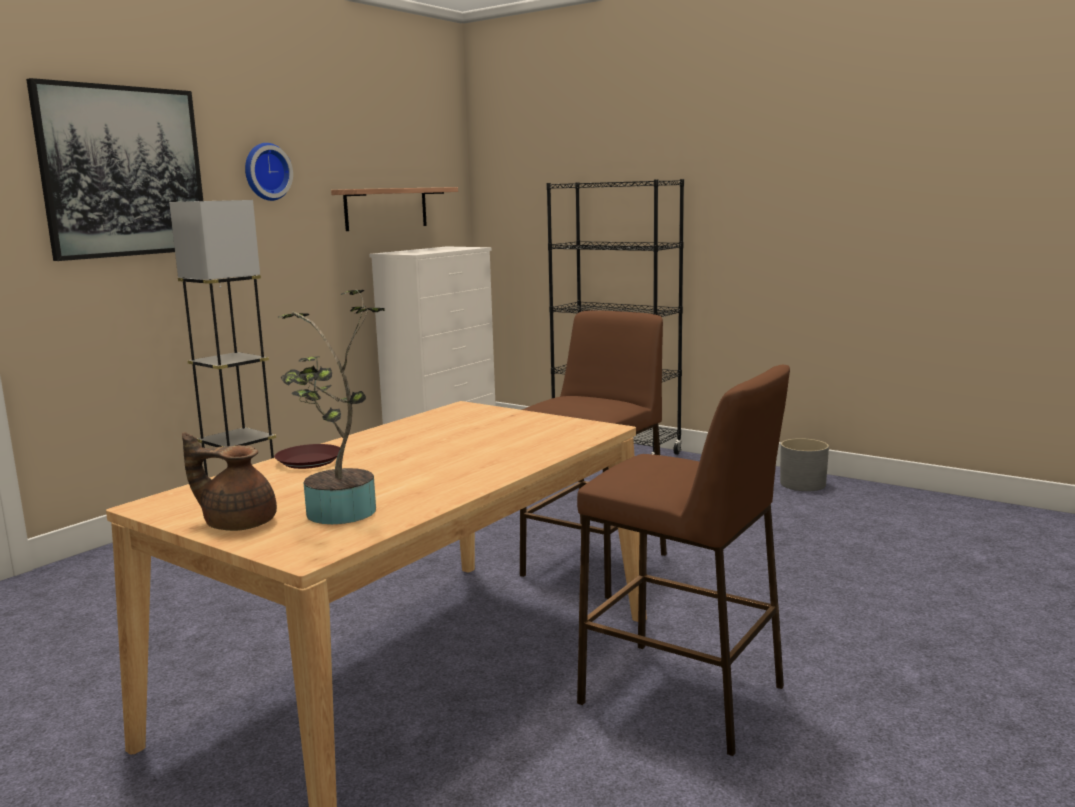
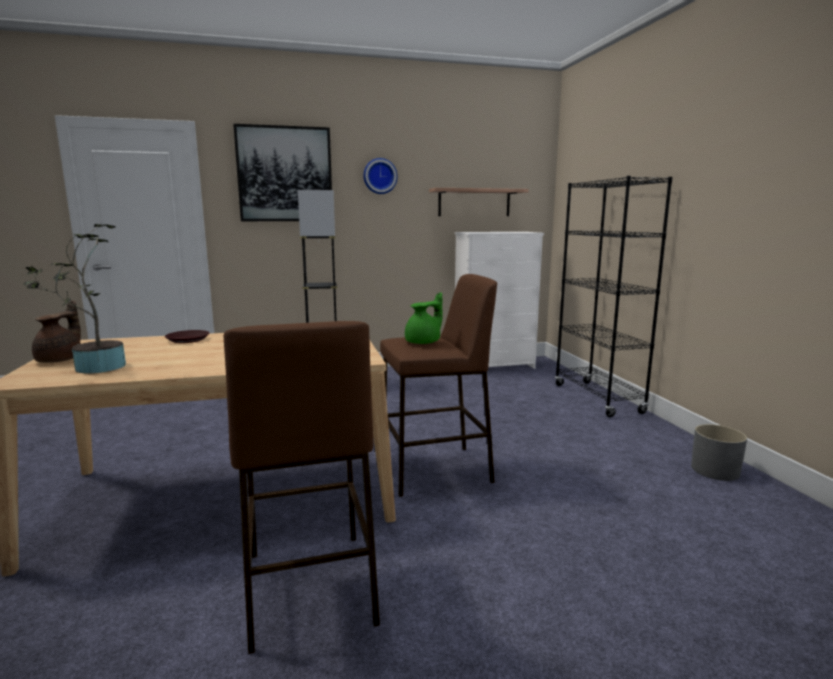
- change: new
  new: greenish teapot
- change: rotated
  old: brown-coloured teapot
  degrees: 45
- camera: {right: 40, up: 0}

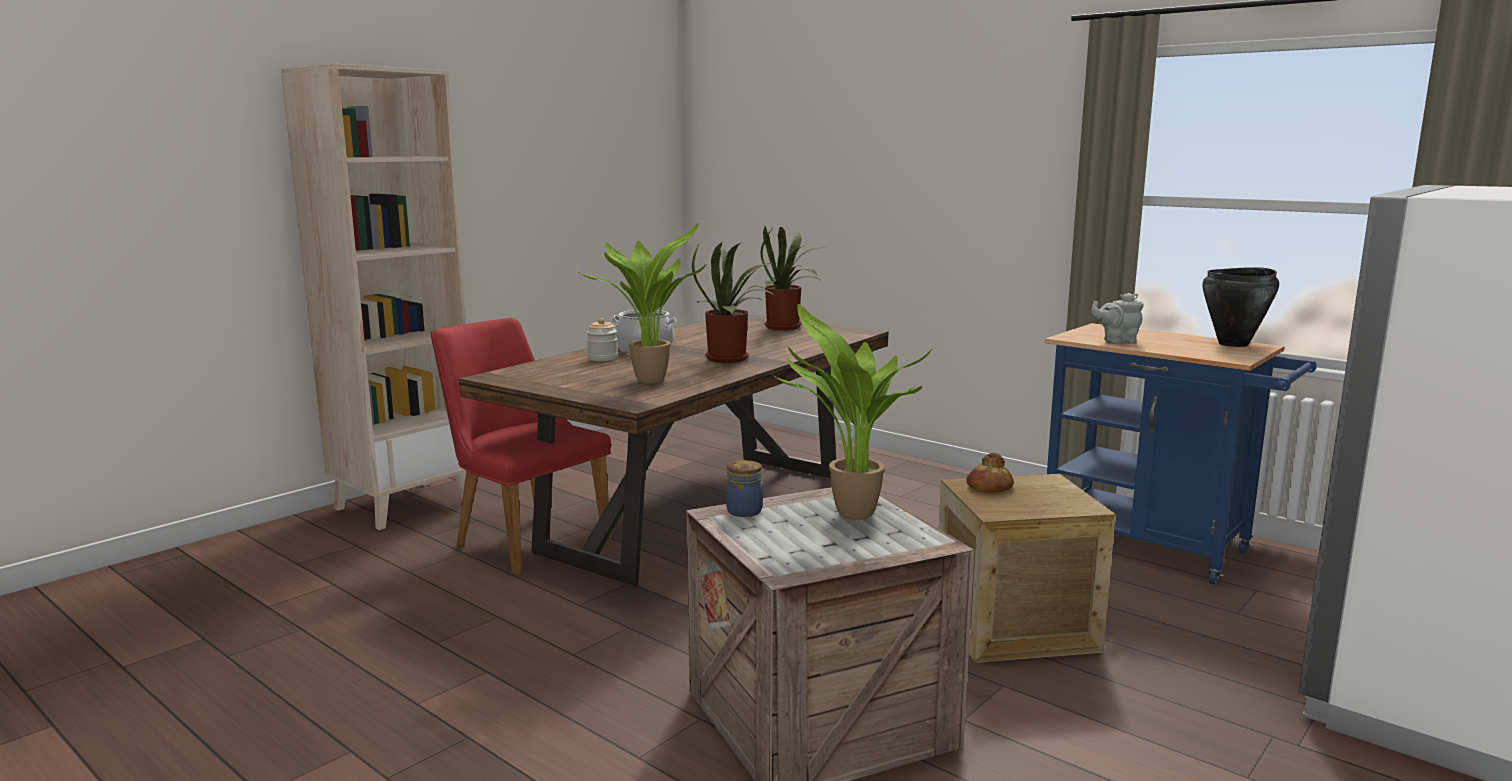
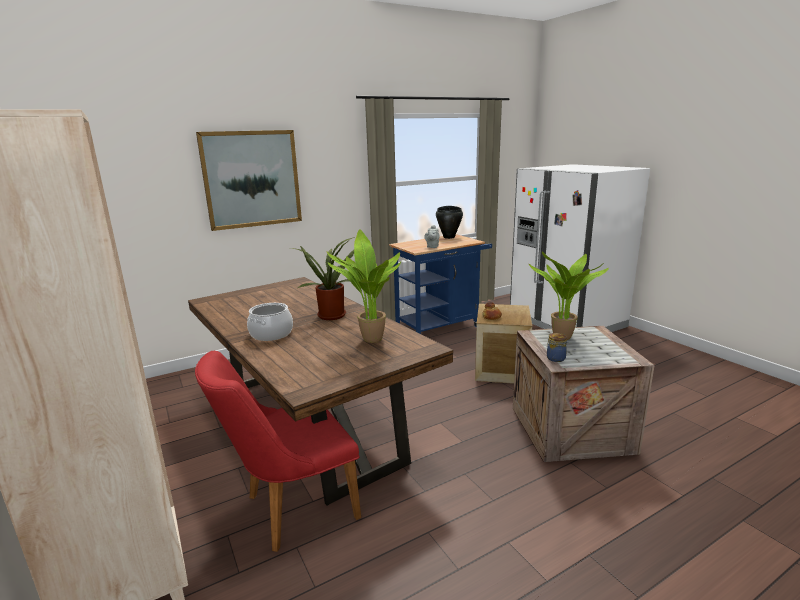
- change: gone
  old: storage jar (no. 1 from left)
- change: gone
  old: plant in a pot (no. 3 from left)
- change: new
  new: picture
- camera: {right: -70, up: 5}

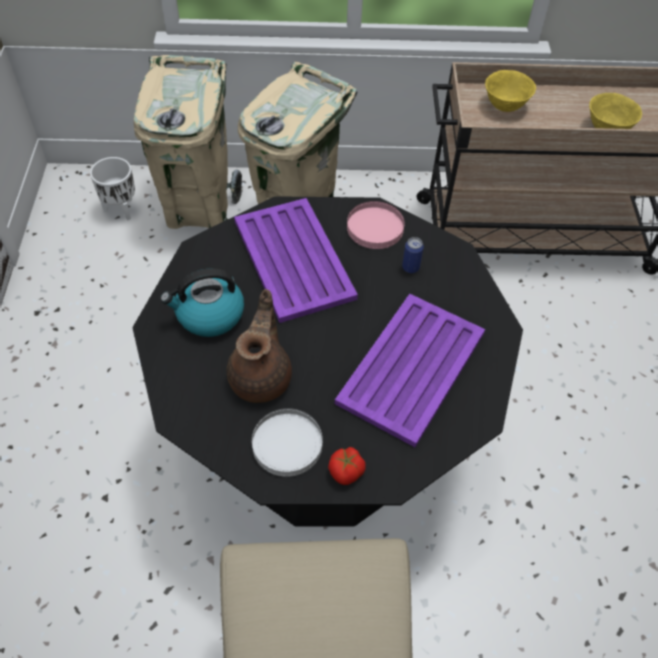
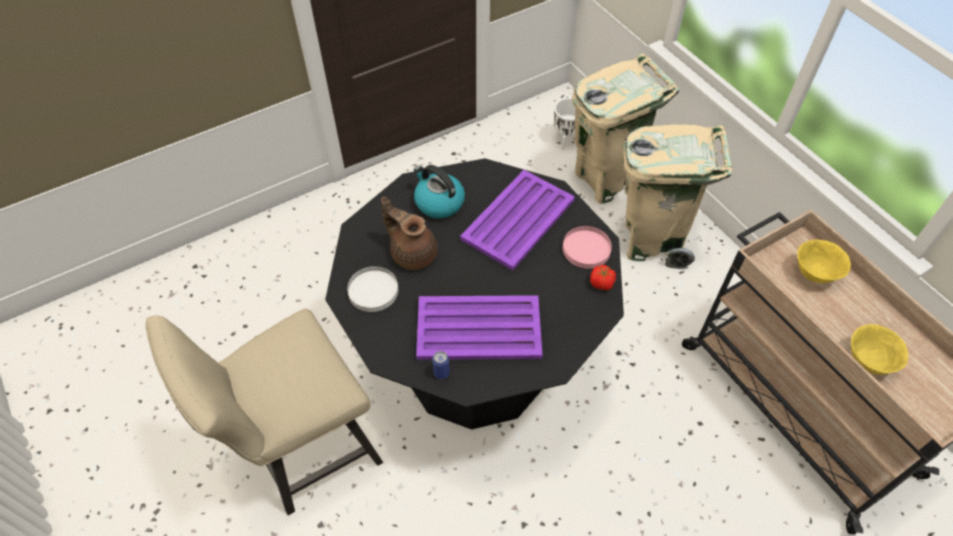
- change: shifted
  old: tomato
- change: shifted
  old: can
- change: rotated
  old: brown-coloured teapot
  degrees: -120
- camera: {right: 60, up: 0}

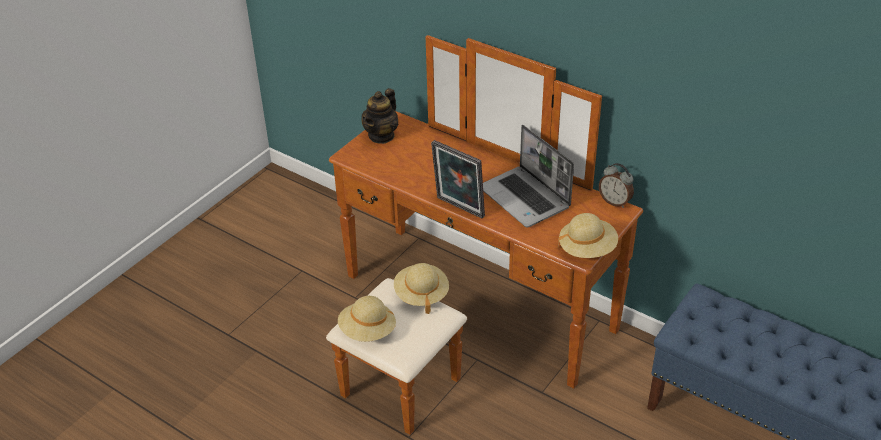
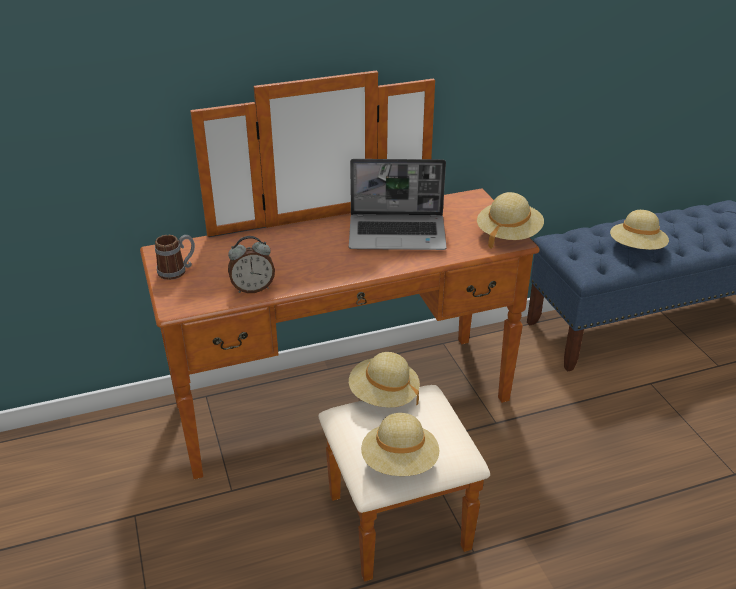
- change: gone
  old: picture frame
- change: new
  new: beige clothing hat (no. 4 from left)
- change: shifted
  old: table clock
- change: swapped
  old: teapot
  new: tea mug
- camera: {right: -55, up: -5}

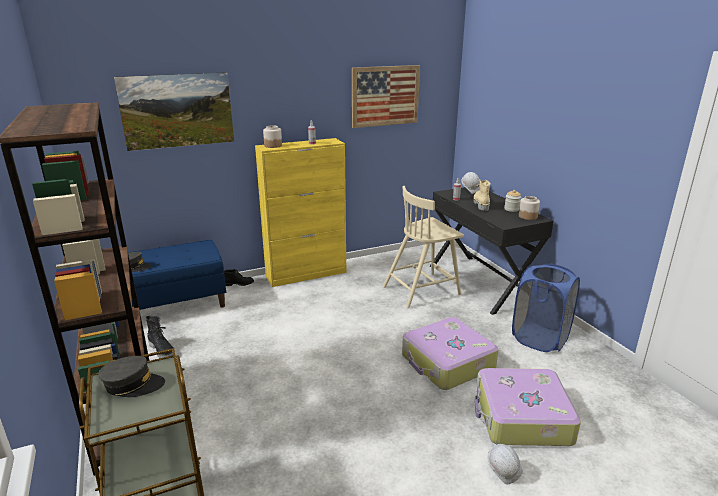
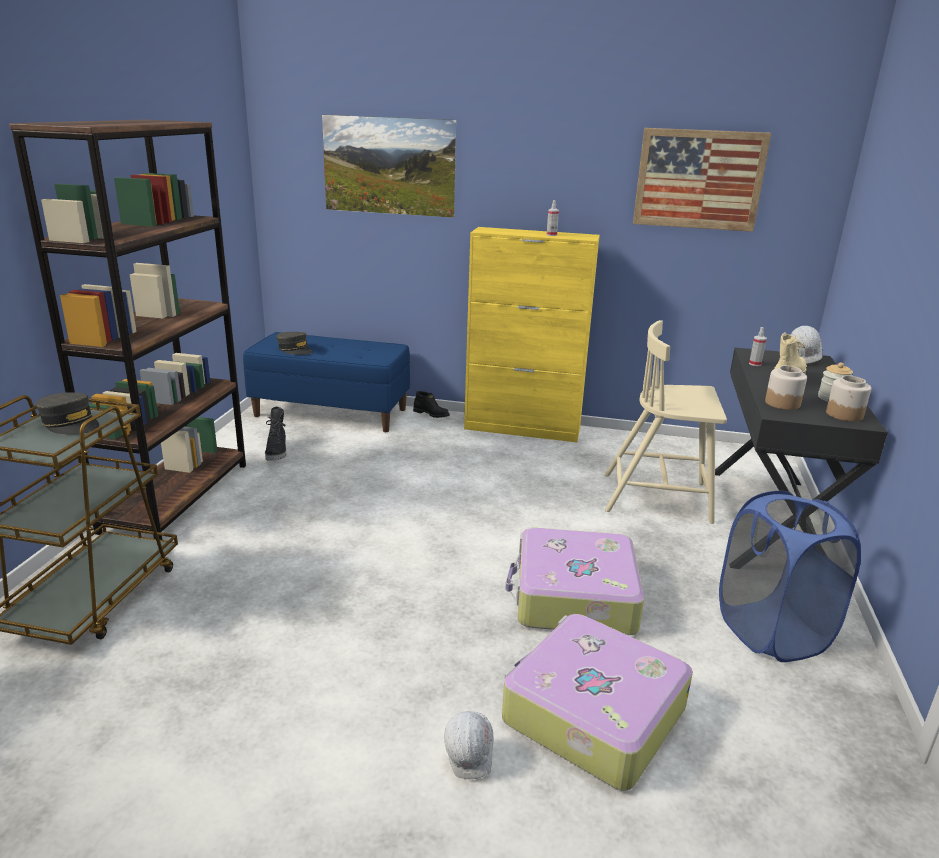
- change: shifted
  old: storage jar (no. 1 from left)
- camera: {right: 35, up: 0}

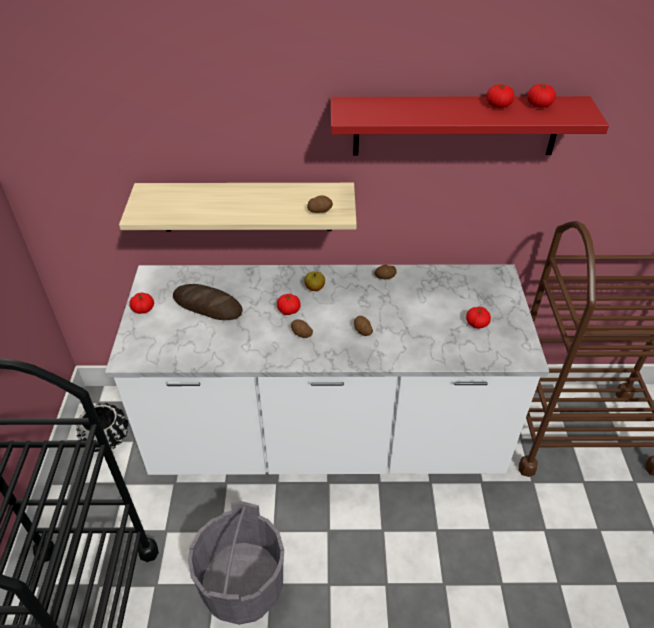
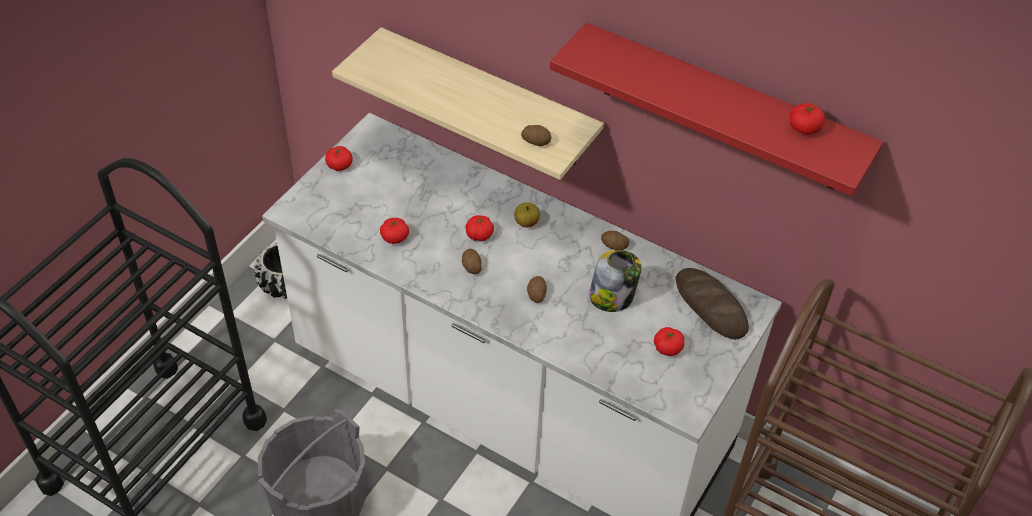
- change: new
  new: storage jar
- change: shifted
  old: bread
- change: shifted
  old: tomato (no. 4 from left in the first image)
  new: tomato (no. 2 from left)
- camera: {right: 30, up: 5}

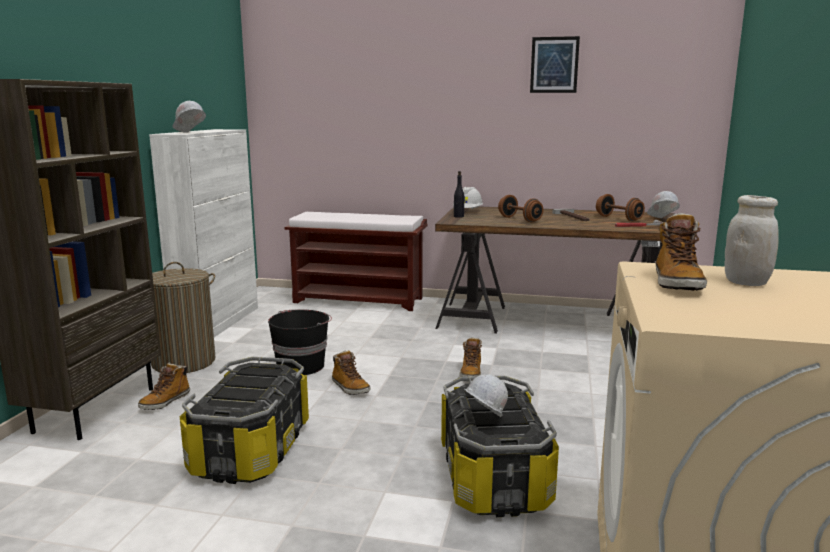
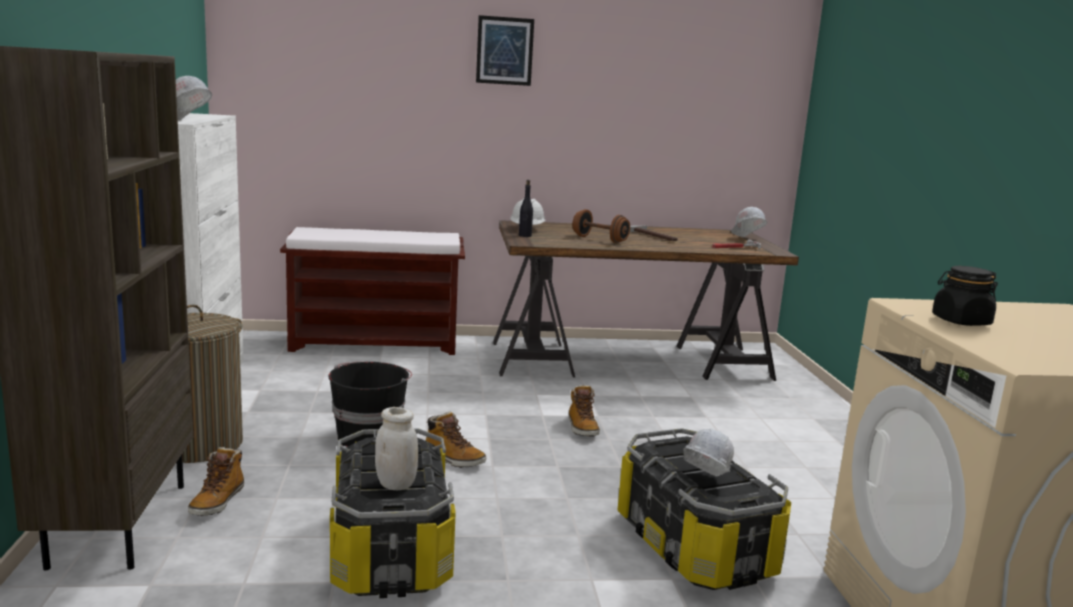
- change: gone
  old: brown-coloured hand weight (no. 2 from left)
- change: shifted
  old: picture
- change: shifted
  old: white-coloured storage jar
- change: swapped
  old: high-top boot (no. 4 from left)
  new: black storage jar
- camera: {right: -20, up: 0}

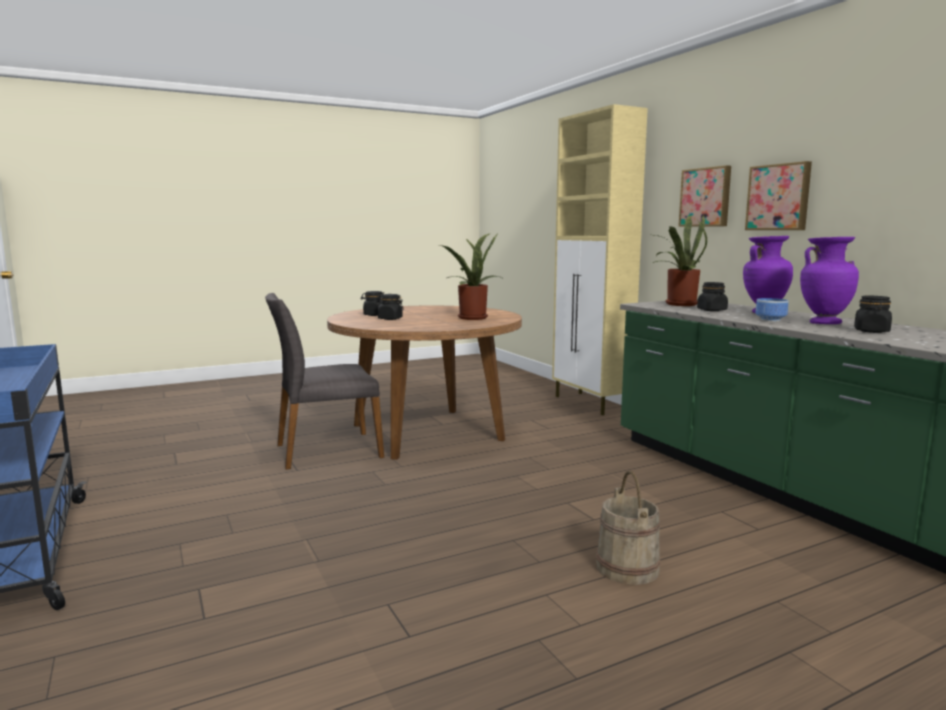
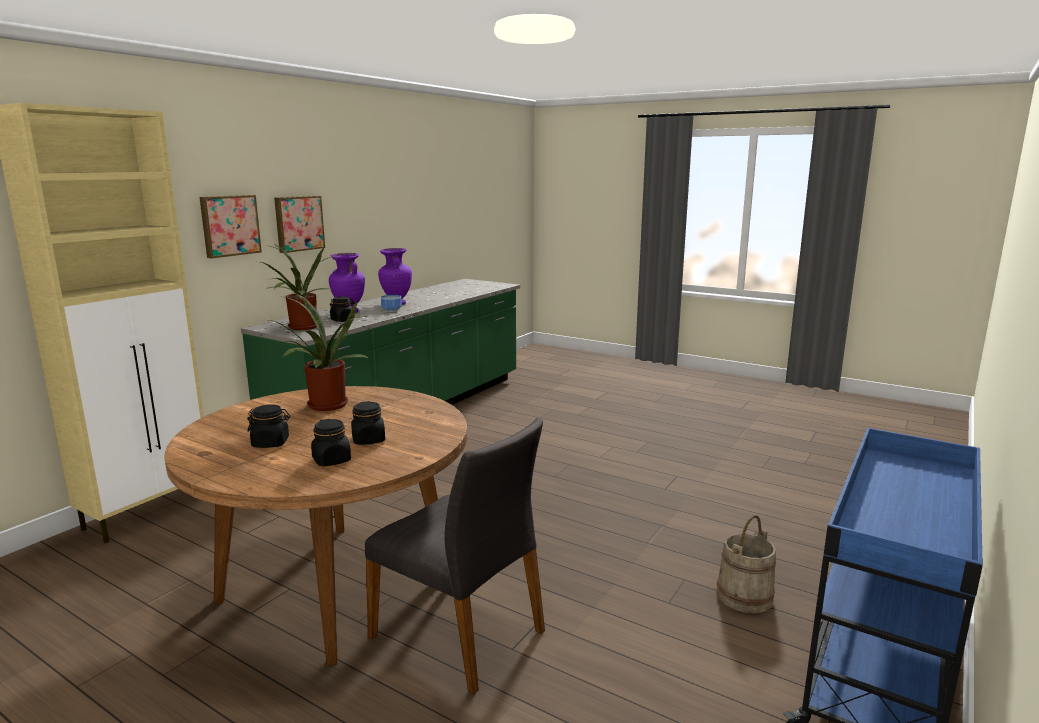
- change: shifted
  old: beige pail
- change: shifted
  old: black storage jar (no. 4 from left in the first image)
  new: black storage jar (no. 1 from left)
- camera: {right: -120, up: 5}

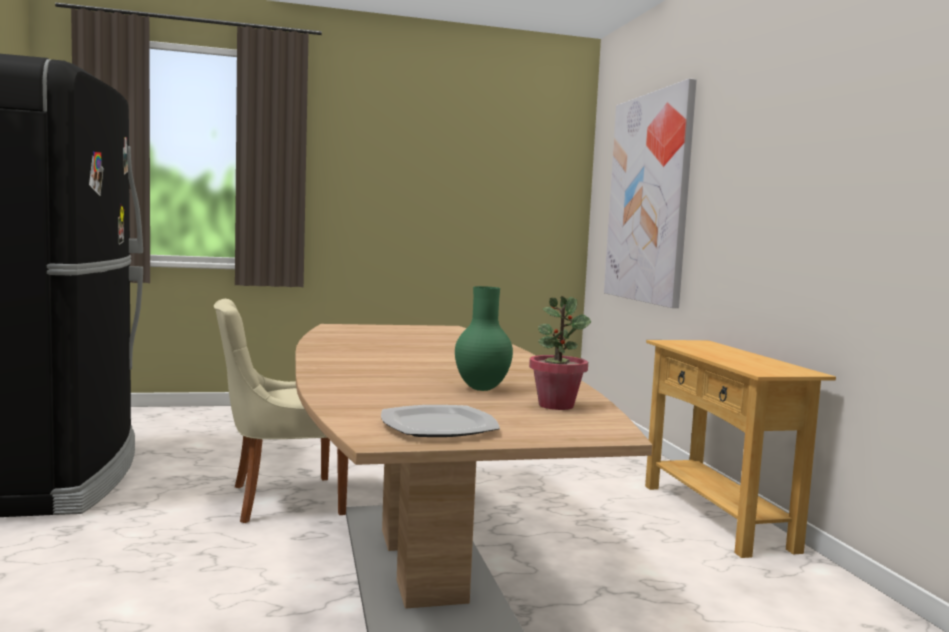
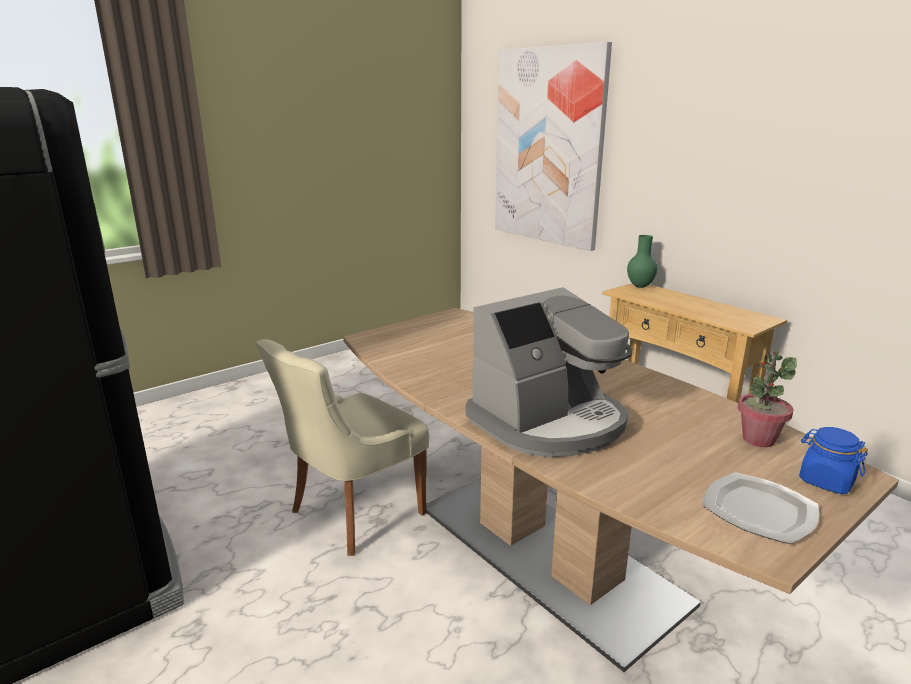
- change: new
  new: coffee brewer
- change: new
  new: blue-coloured storage jar
- change: shifted
  old: greenish decorative vase
- camera: {right: -25, up: 15}

